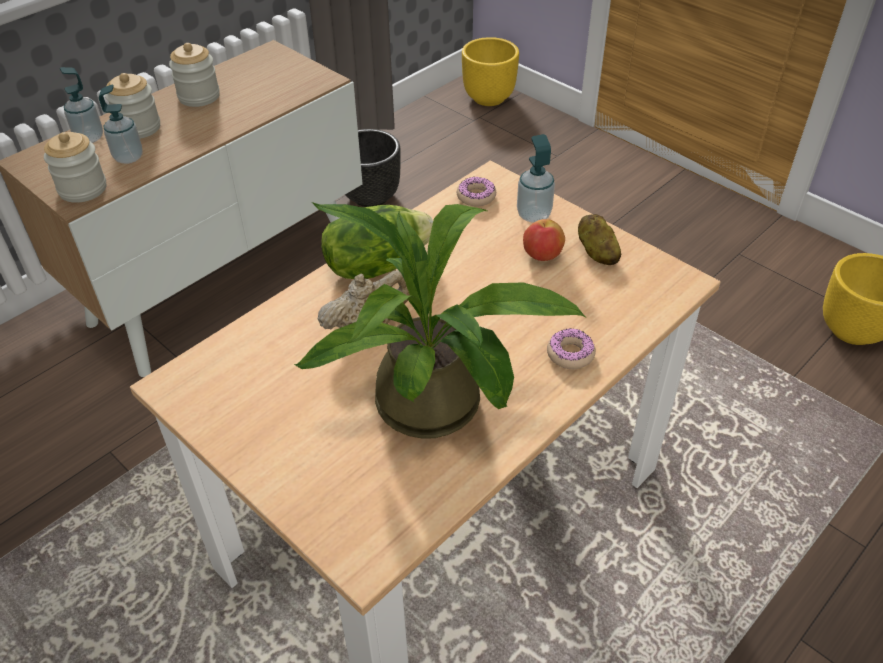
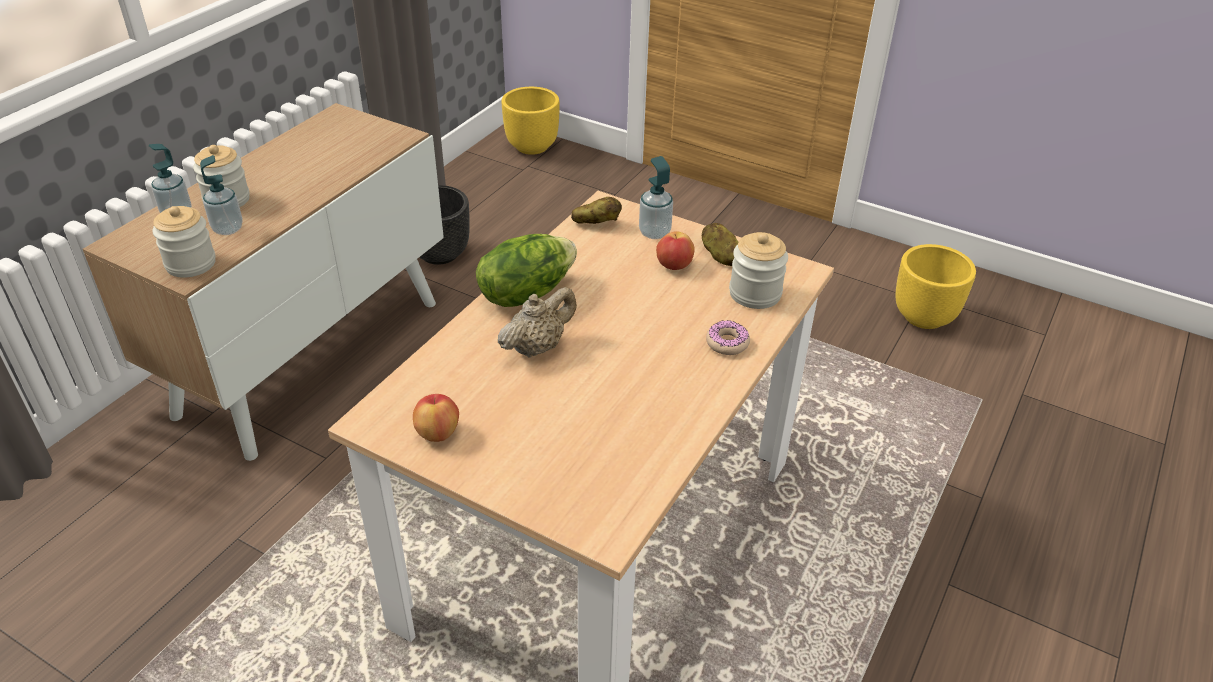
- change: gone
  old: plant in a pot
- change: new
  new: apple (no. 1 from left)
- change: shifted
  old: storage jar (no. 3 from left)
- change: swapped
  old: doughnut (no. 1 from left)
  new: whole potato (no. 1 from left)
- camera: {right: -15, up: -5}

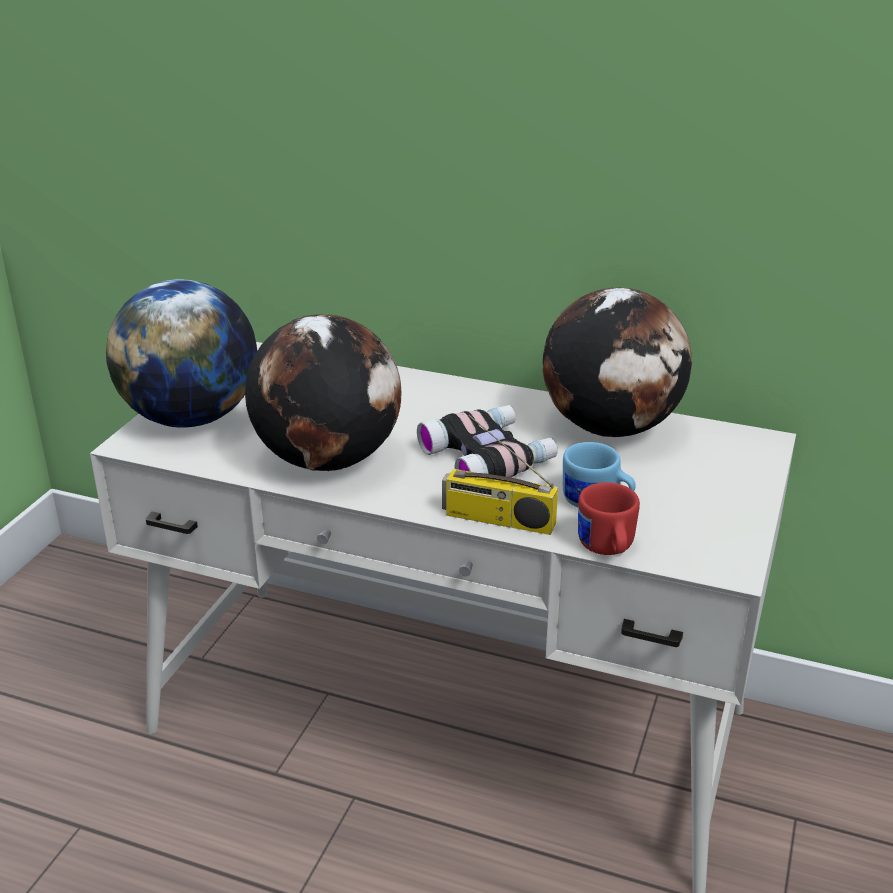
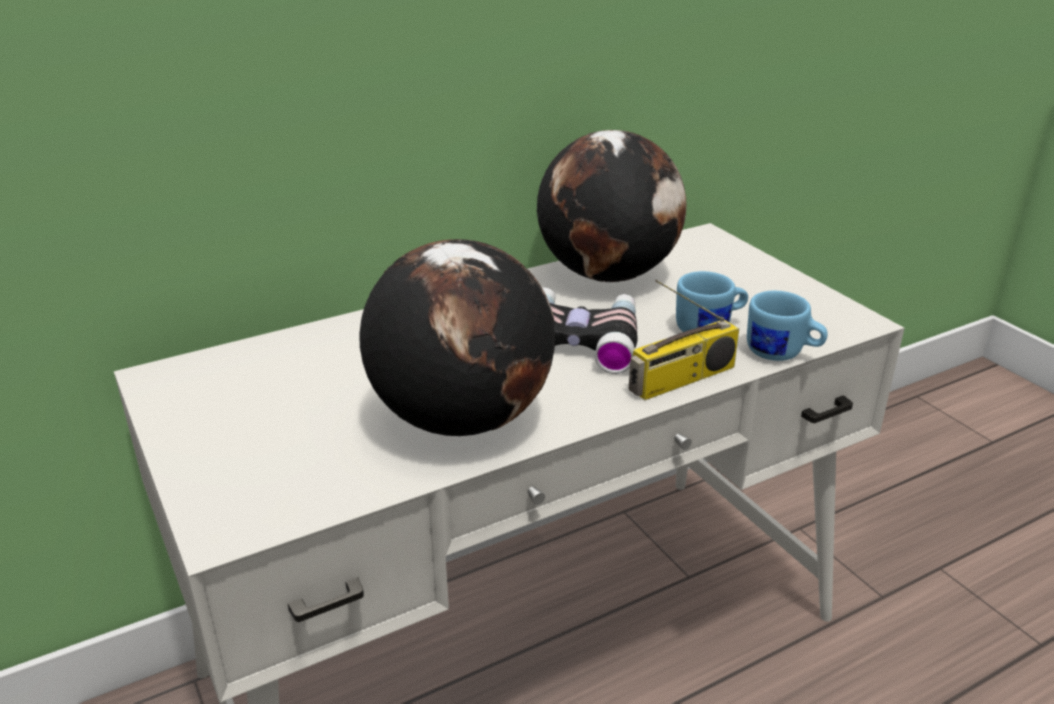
- change: gone
  old: world globe (no. 1 from left)
- change: repainted
  old: red-coloured tea mug
  new: blue-coloured tea mug (no. 2 from left)
- camera: {right: -50, up: 0}

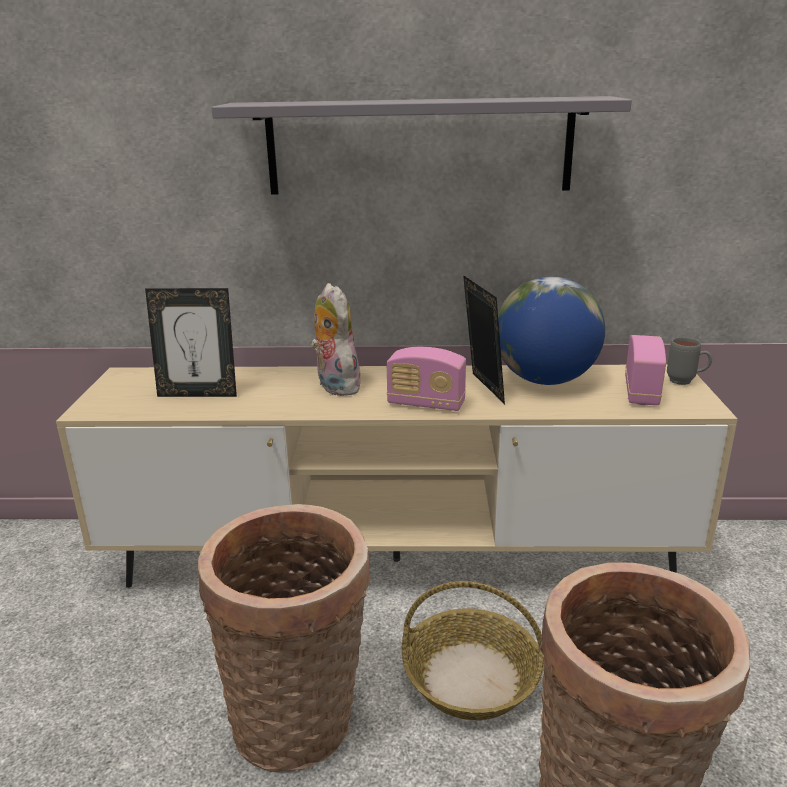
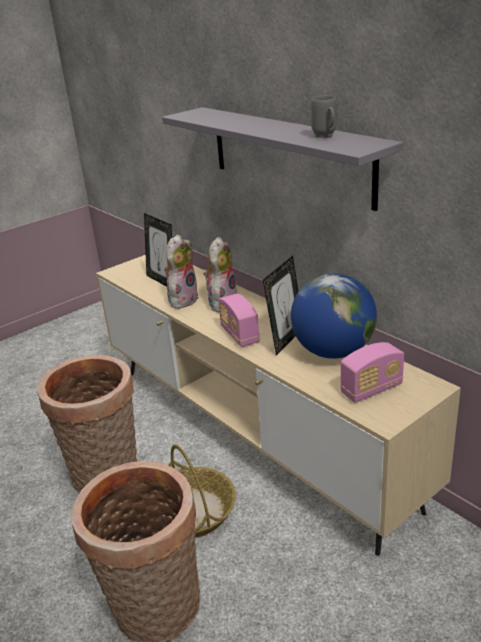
- change: new
  new: soft toy (no. 1 from left)
- change: shifted
  old: gray tea mug
- camera: {right: 50, up: 5}

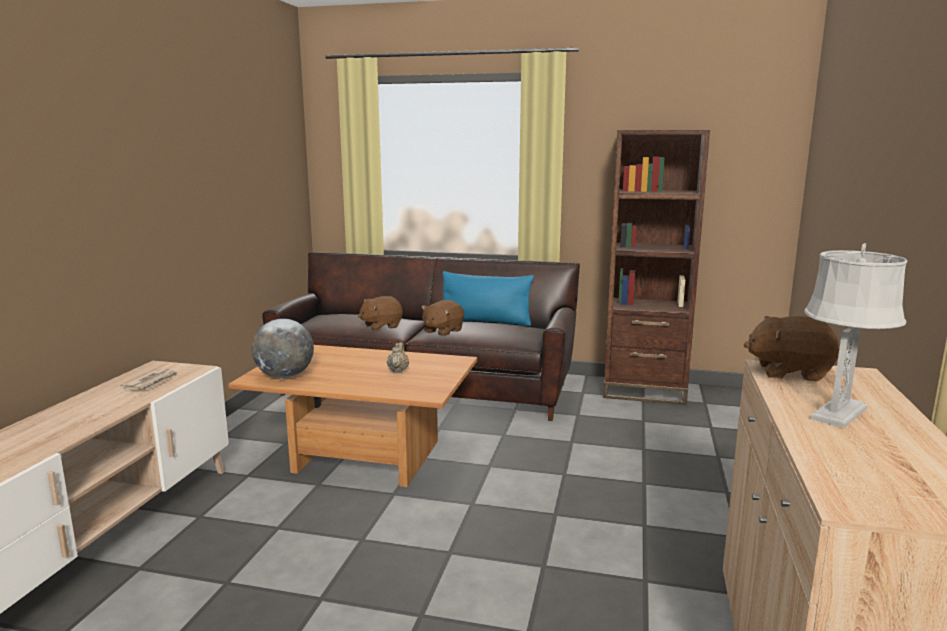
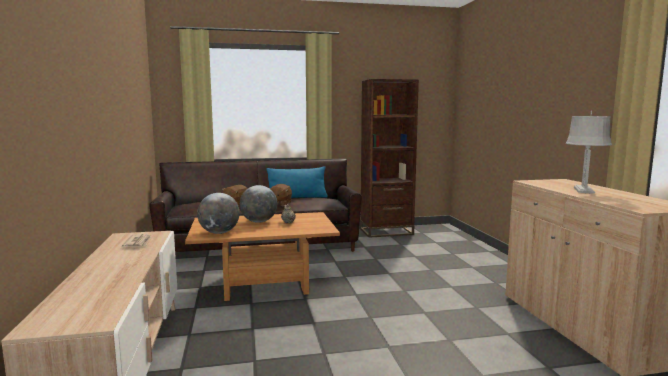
- change: gone
  old: brown-coloured soft toy (no. 3 from left)
- change: new
  new: world globe (no. 2 from left)
- camera: {right: -25, up: -5}

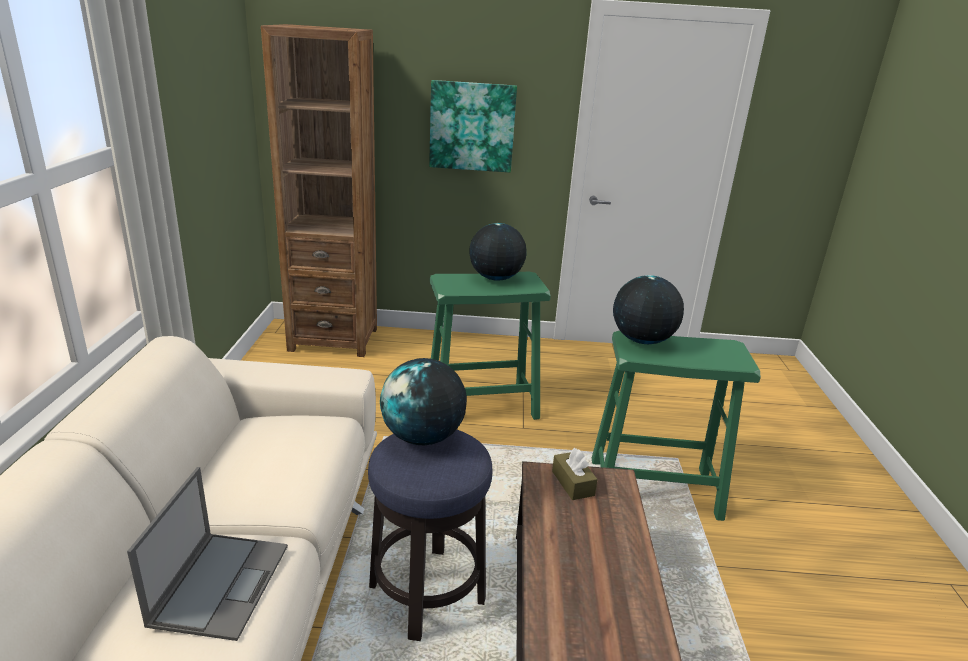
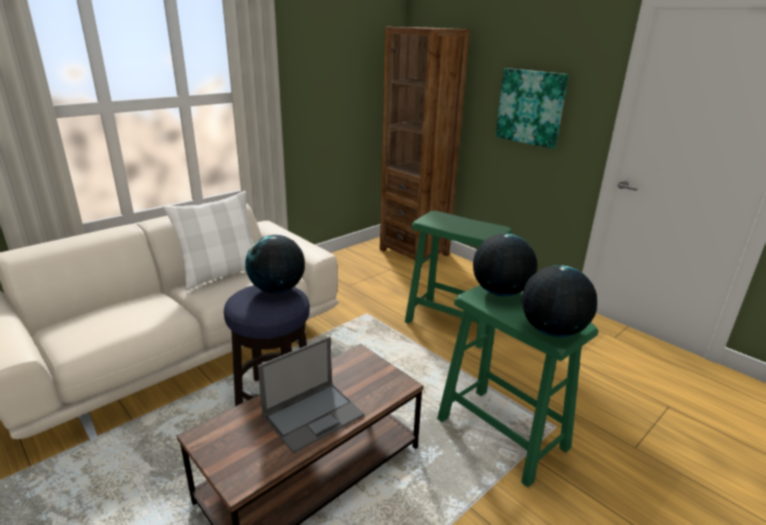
- change: gone
  old: brown-coloured tissue holder
- change: new
  new: white-coloured cushion
- change: shifted
  old: laptop
- change: shifted
  old: world globe (no. 2 from left in the first image)
  new: world globe (no. 3 from left)
- camera: {right: 45, up: 0}

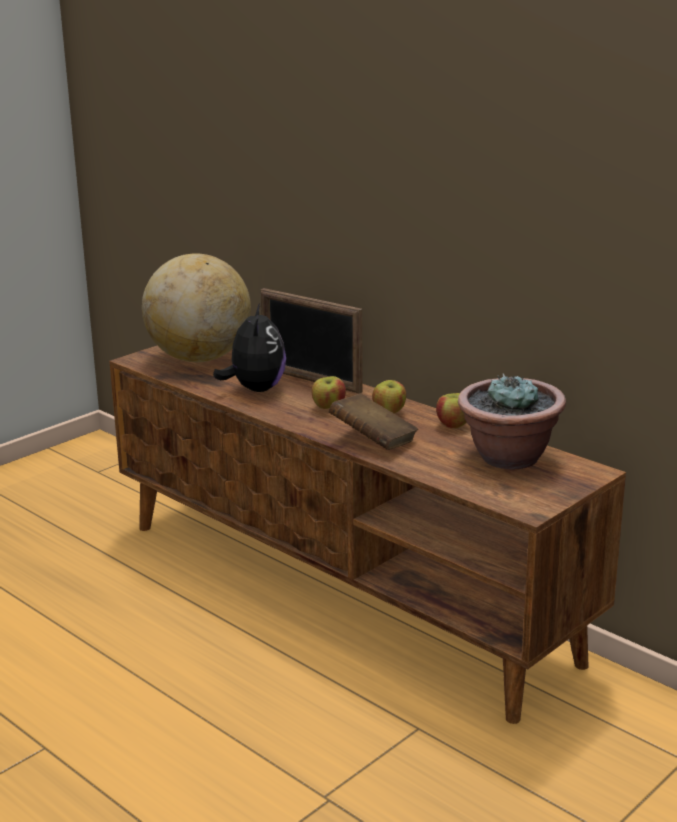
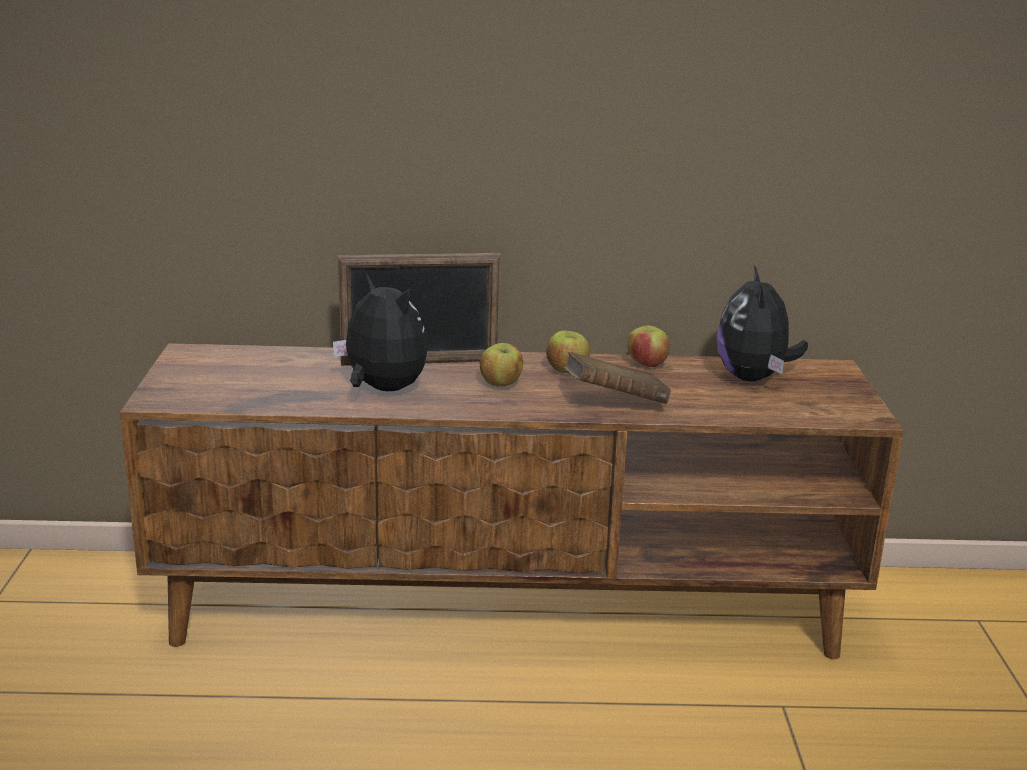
- change: gone
  old: world globe
- change: swapped
  old: plant in a pot
  new: soft toy (no. 2 from left)
- camera: {right: -45, up: 0}

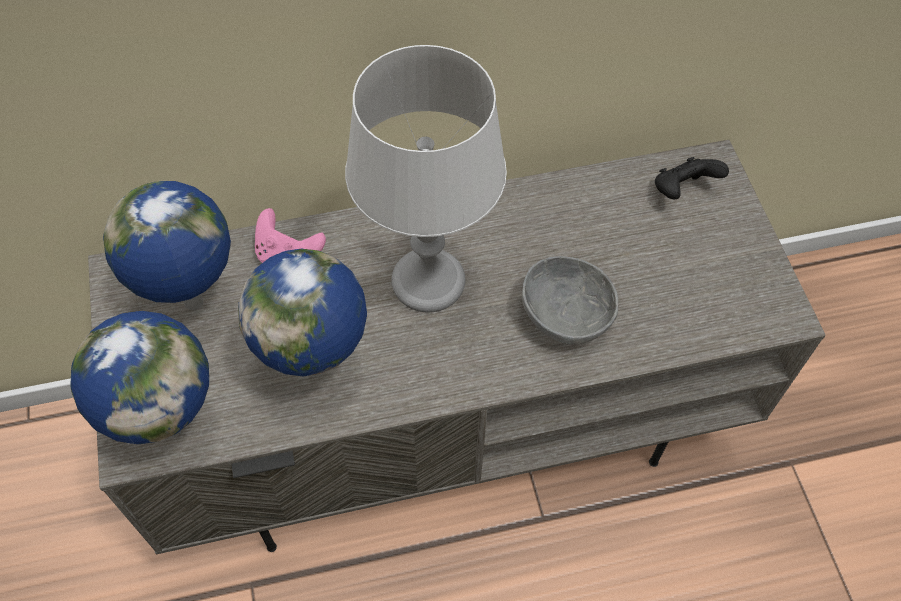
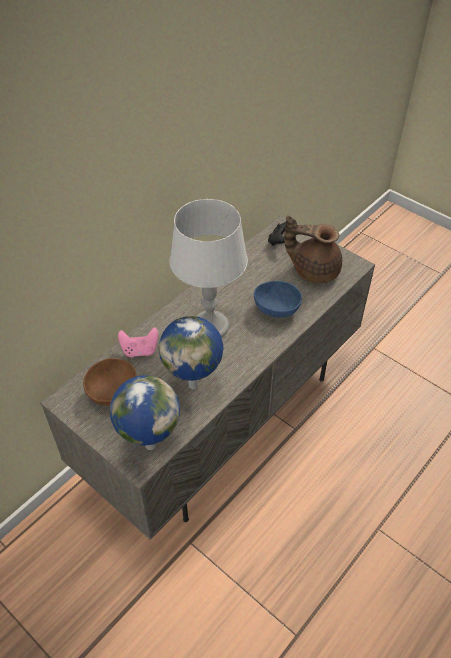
- change: new
  new: brown-coloured teapot
- change: swapped
  old: world globe (no. 2 from left)
  new: brown-coloured serving bowl
- change: repainted
  old: gray serving bowl
  new: blue-coloured serving bowl
- camera: {right: -35, up: -10}

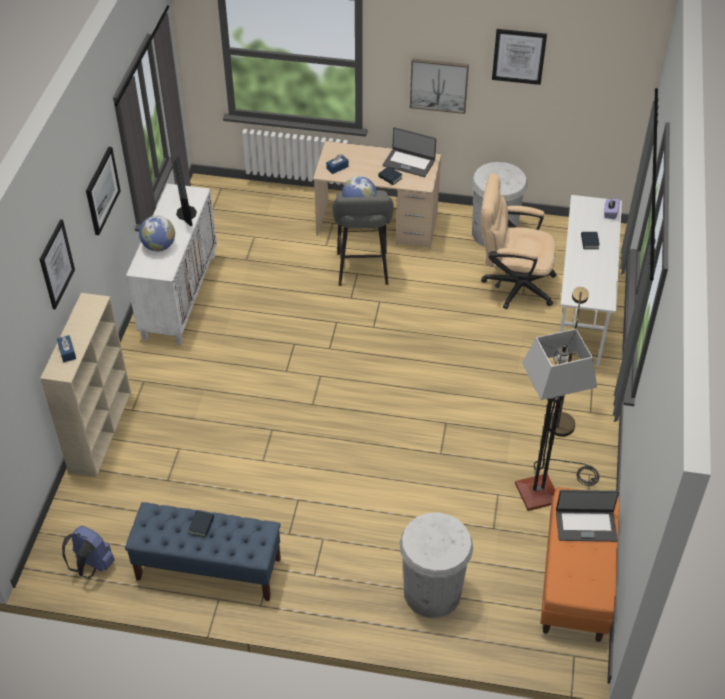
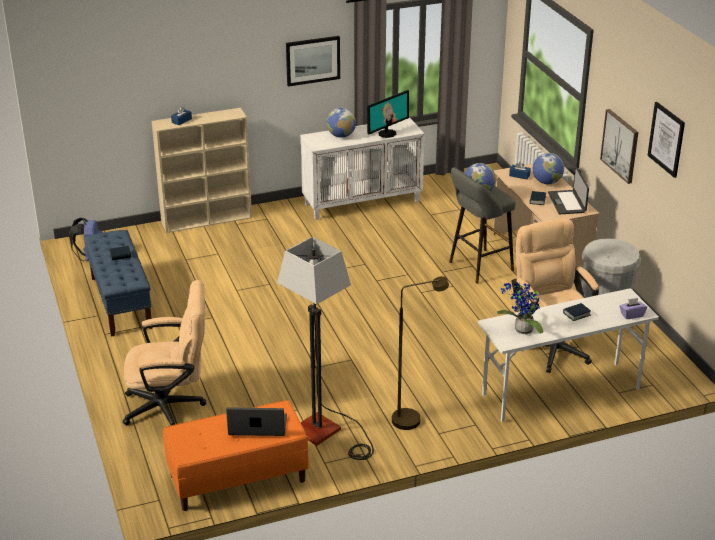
- change: gone
  old: picture (no. 1 from left)
- change: new
  new: plant in a pot
- change: new
  new: world globe (no. 3 from left)
- change: swapped
  old: white-coloured waste bin (no. 1 from left)
  new: beige computer chair (no. 1 from left)
- change: rotated
  old: laptop (no. 2 from left in the first image)
  degrees: 120
- camera: {right: 60, up: -15}

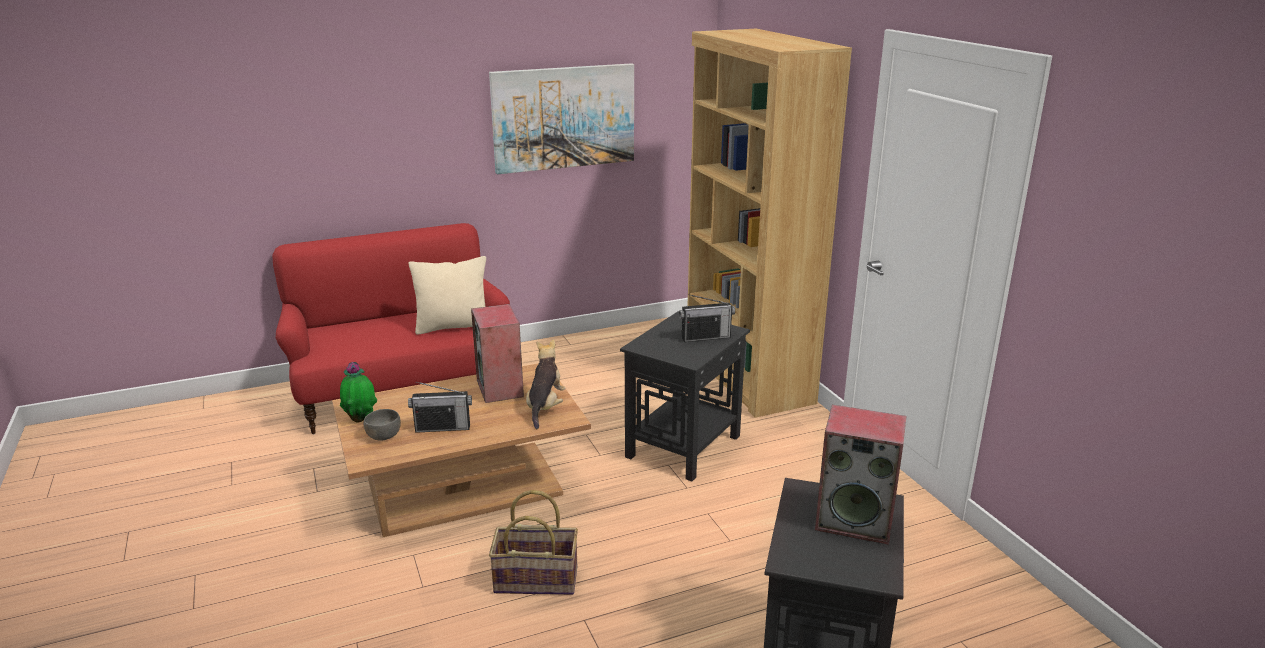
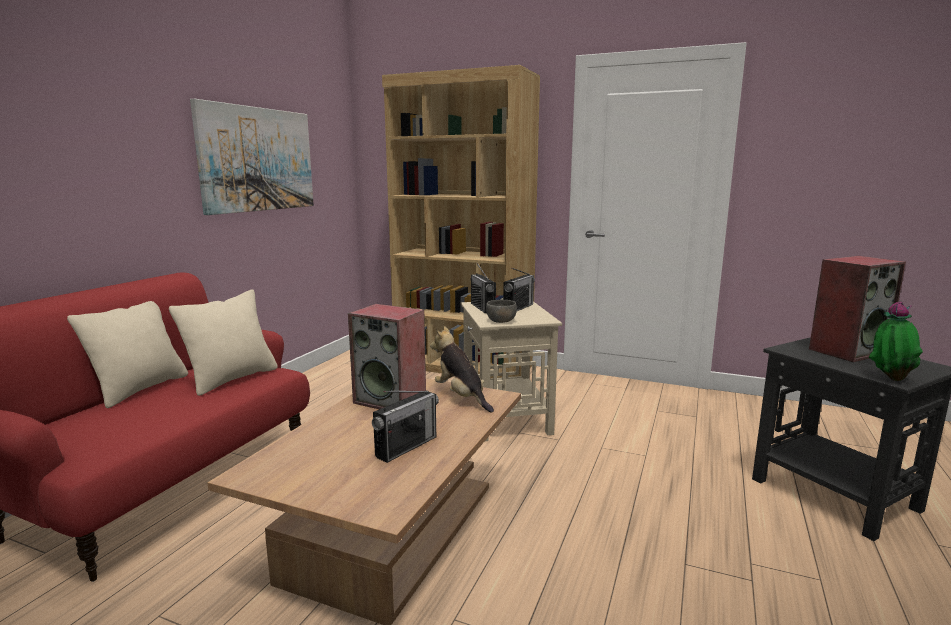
- change: gone
  old: basket
- change: new
  new: beige cushion (no. 1 from left)
- change: new
  new: radio receiver (no. 2 from left)
- change: shifted
  old: plant in a pot
- change: shifted
  old: gray serving bowl
- change: repainted
  old: black side table (no. 1 from left)
  new: beige side table
- camera: {right: -45, up: -10}

